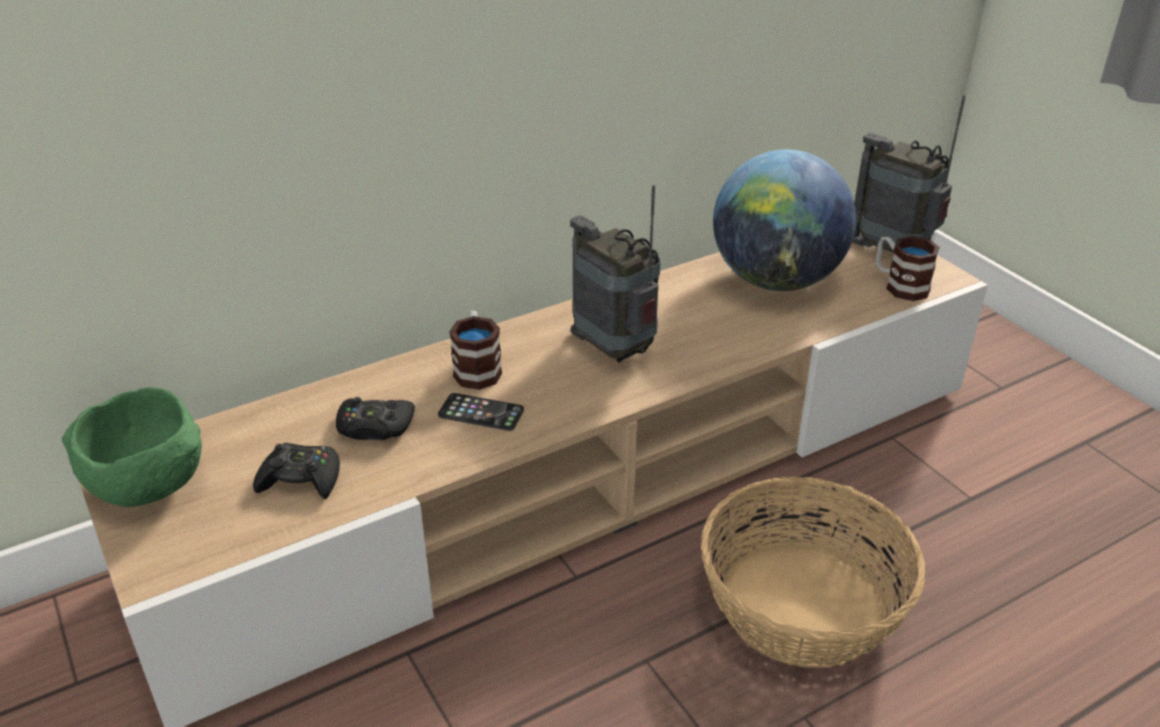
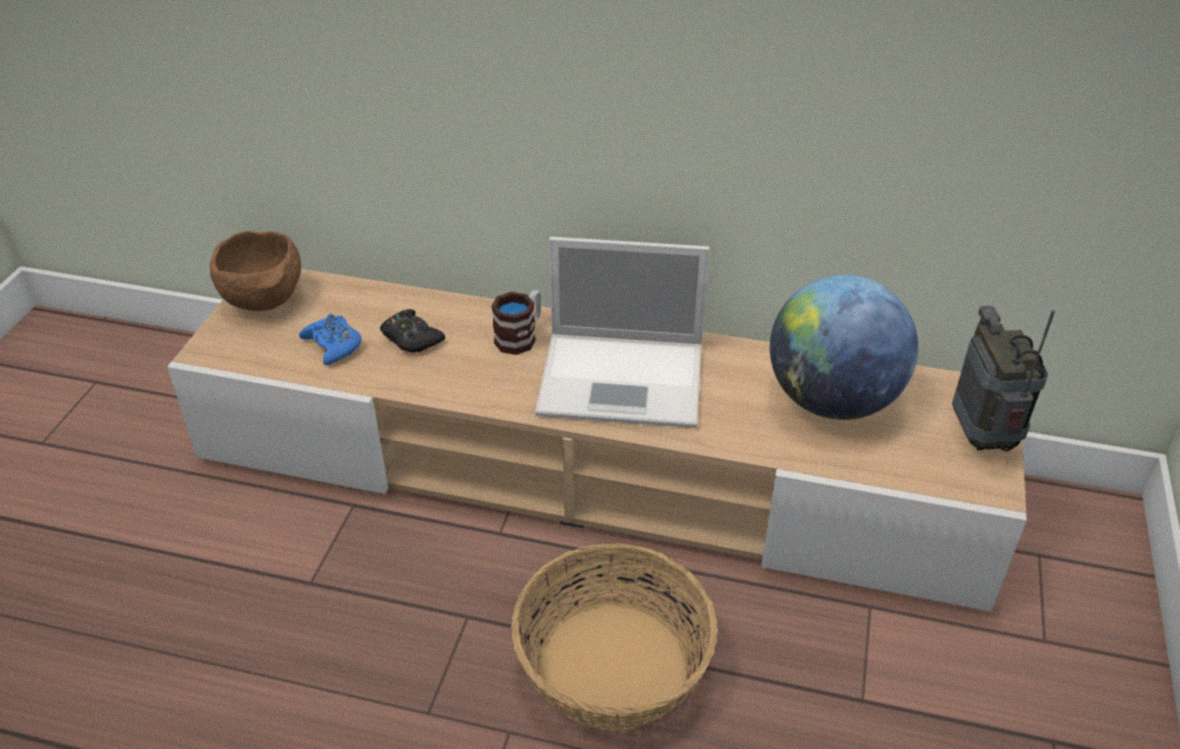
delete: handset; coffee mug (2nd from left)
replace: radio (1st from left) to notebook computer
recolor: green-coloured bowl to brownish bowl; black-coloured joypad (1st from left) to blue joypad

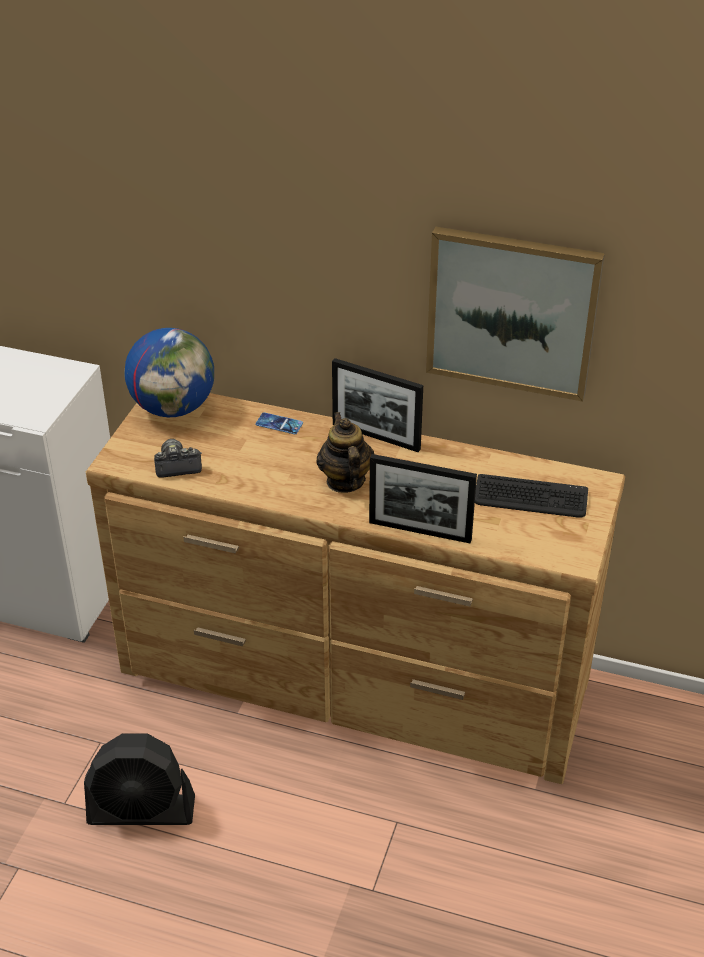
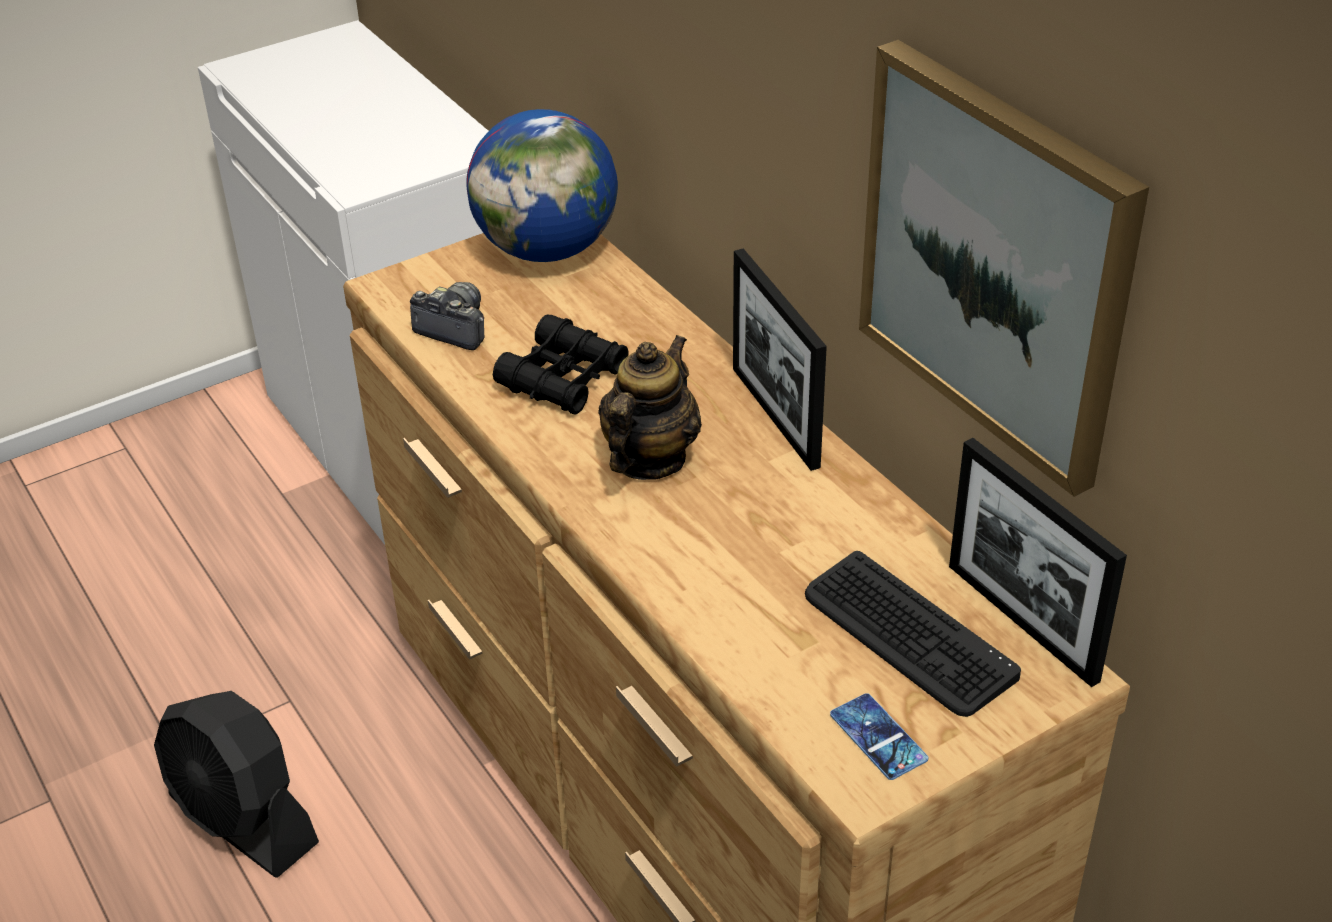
insert: black-coloured field glasses
move: handset; standing frame (2nd from left)

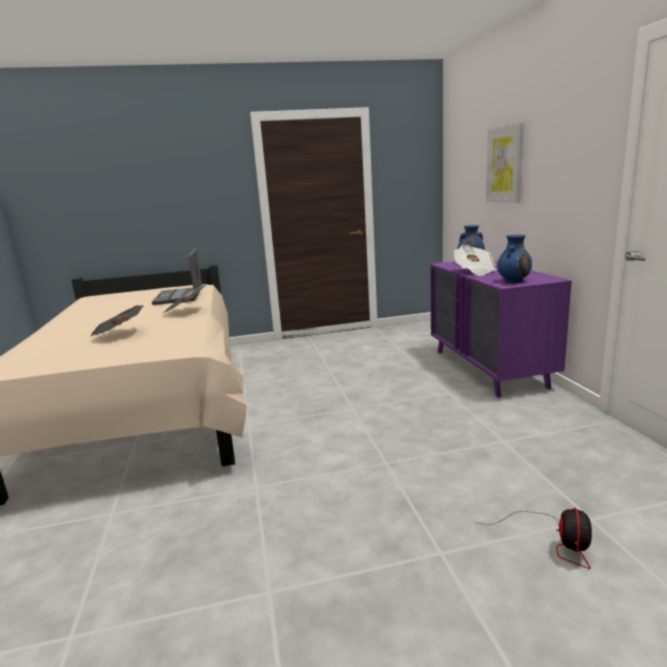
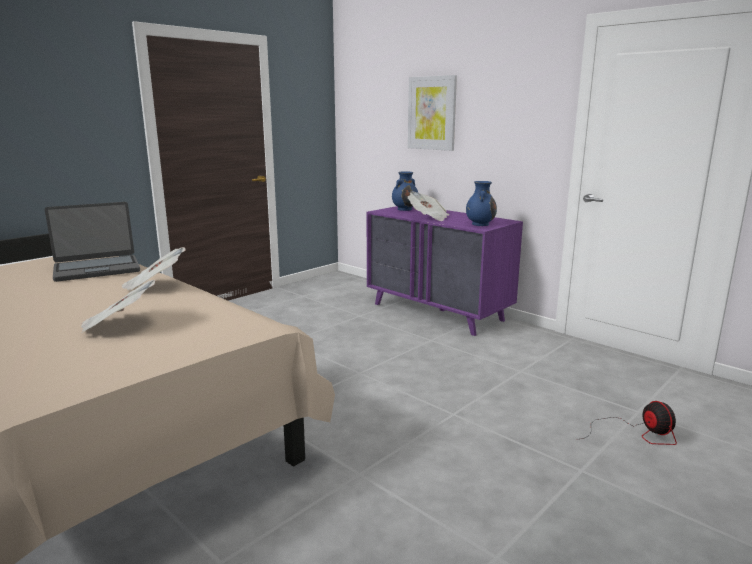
rotate: notebook computer 75 degrees counterclockwise

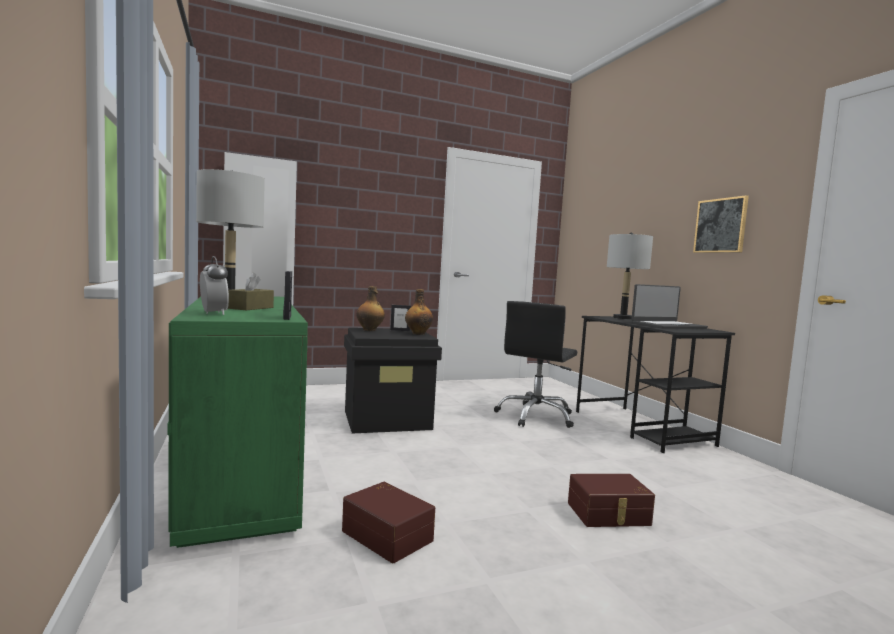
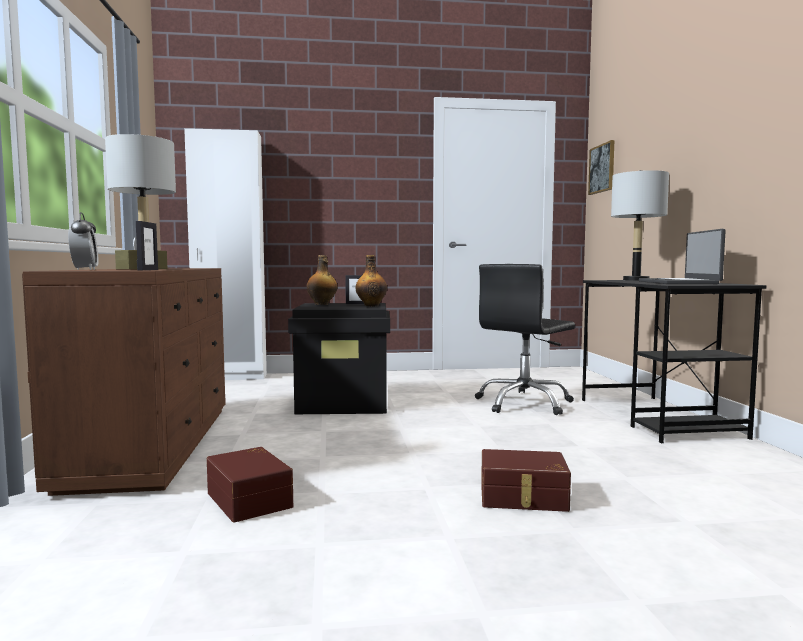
move: wall art
recolor: green-coloured dresser to brownish dresser
rotate: notebook computer 105 degrees clockwise

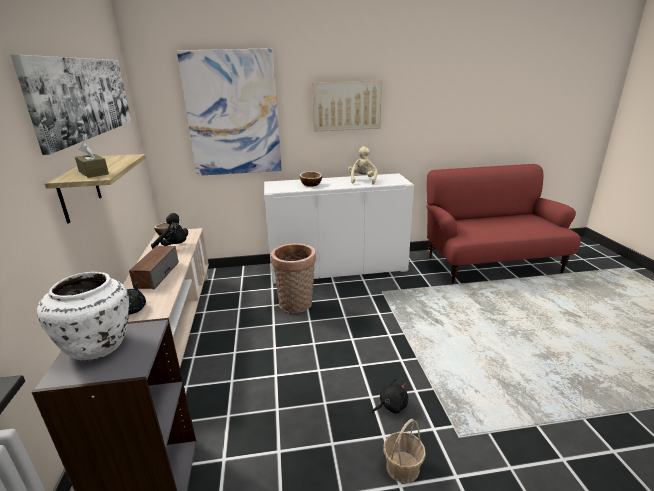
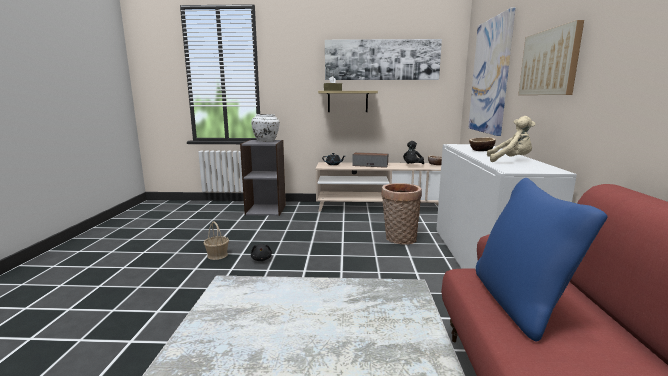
insert: blue cushion

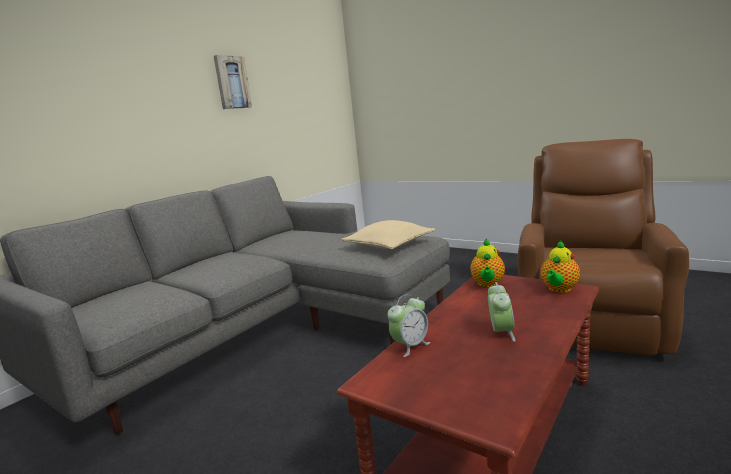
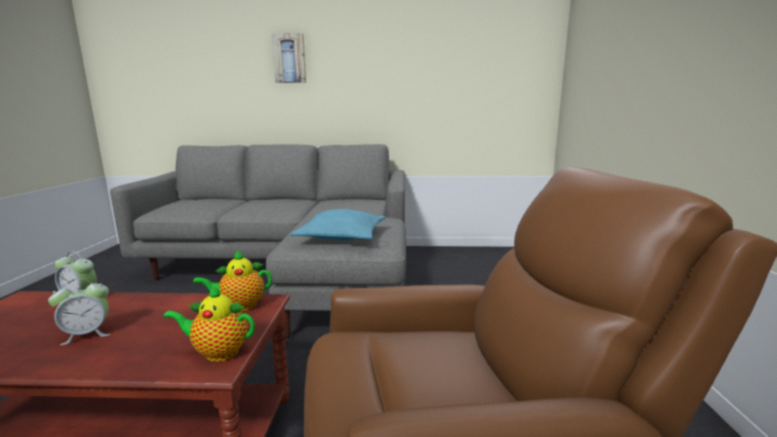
move: wall art
recolor: sand-coloured cushion to turquoise-coloured cushion

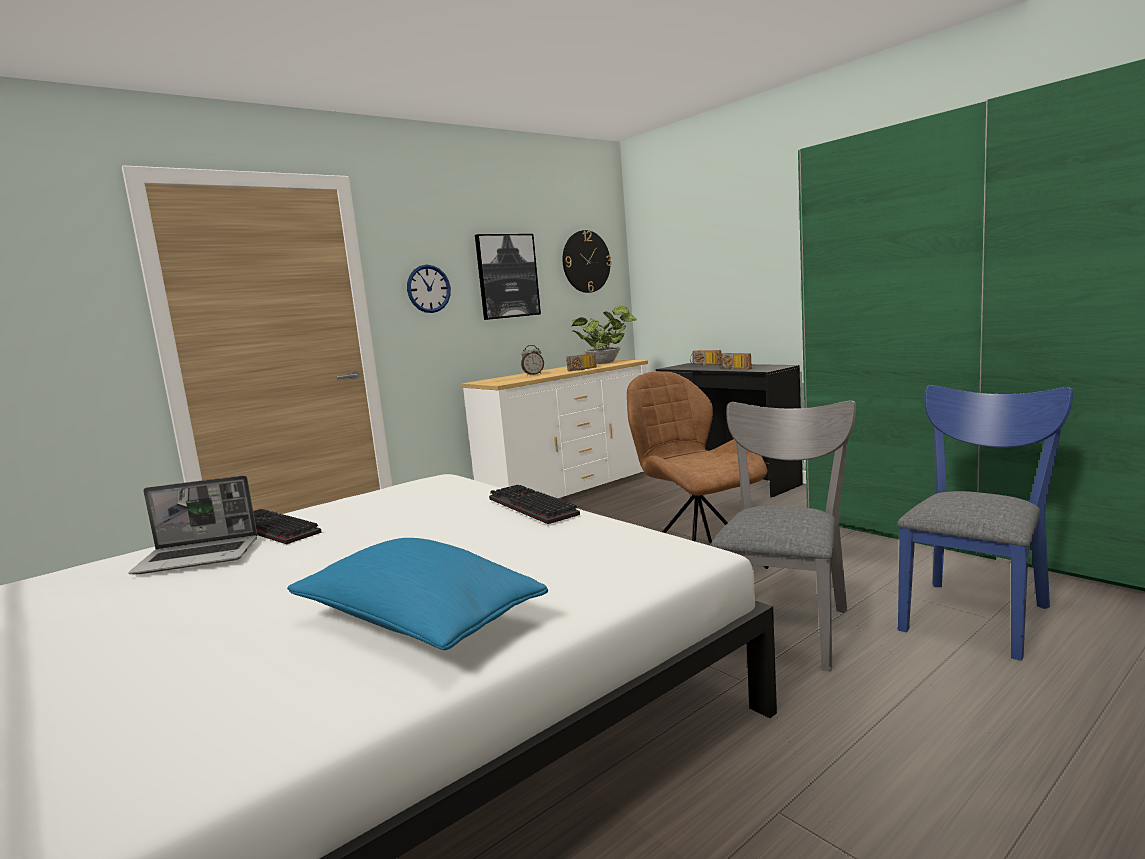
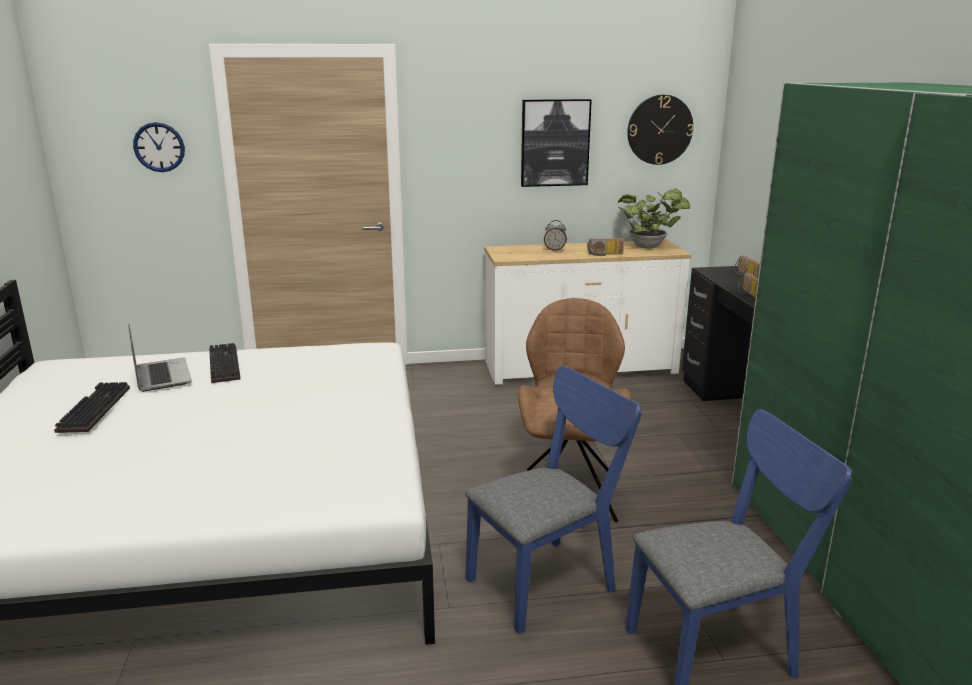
delete: blue cushion
move: wall clock (1st from left); keyboard (2nd from left in the first image) to keyboard (1st from left)
recolor: greyish plain chair to blue plain chair (1st from left)
rotate: notebook computer 135 degrees counterclockwise

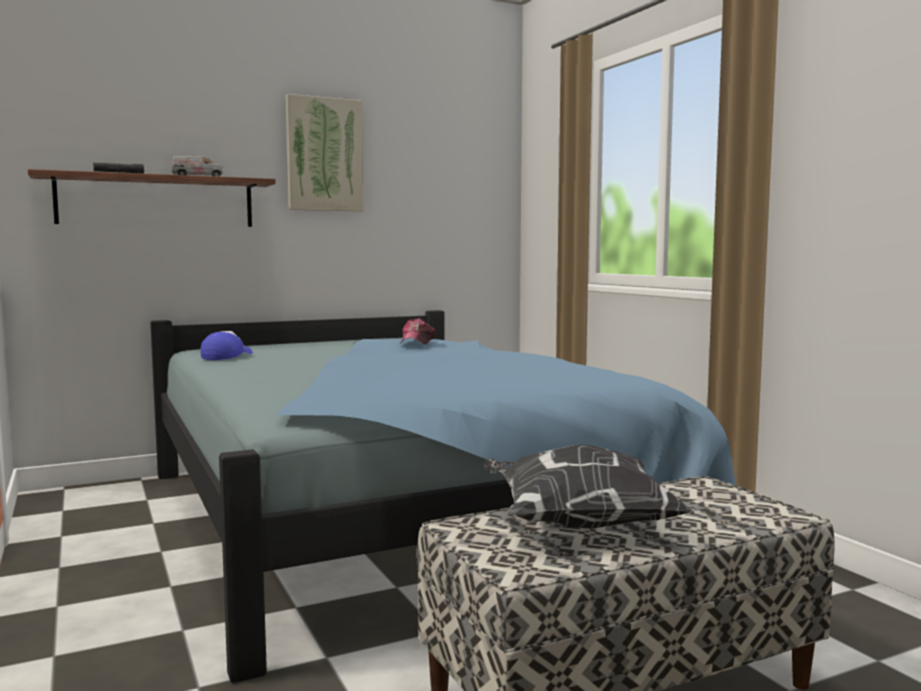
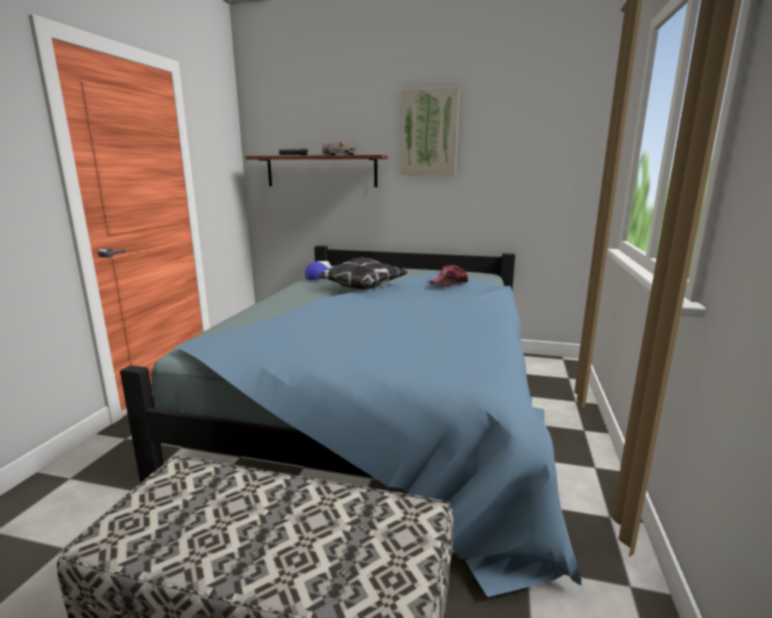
move: cushion

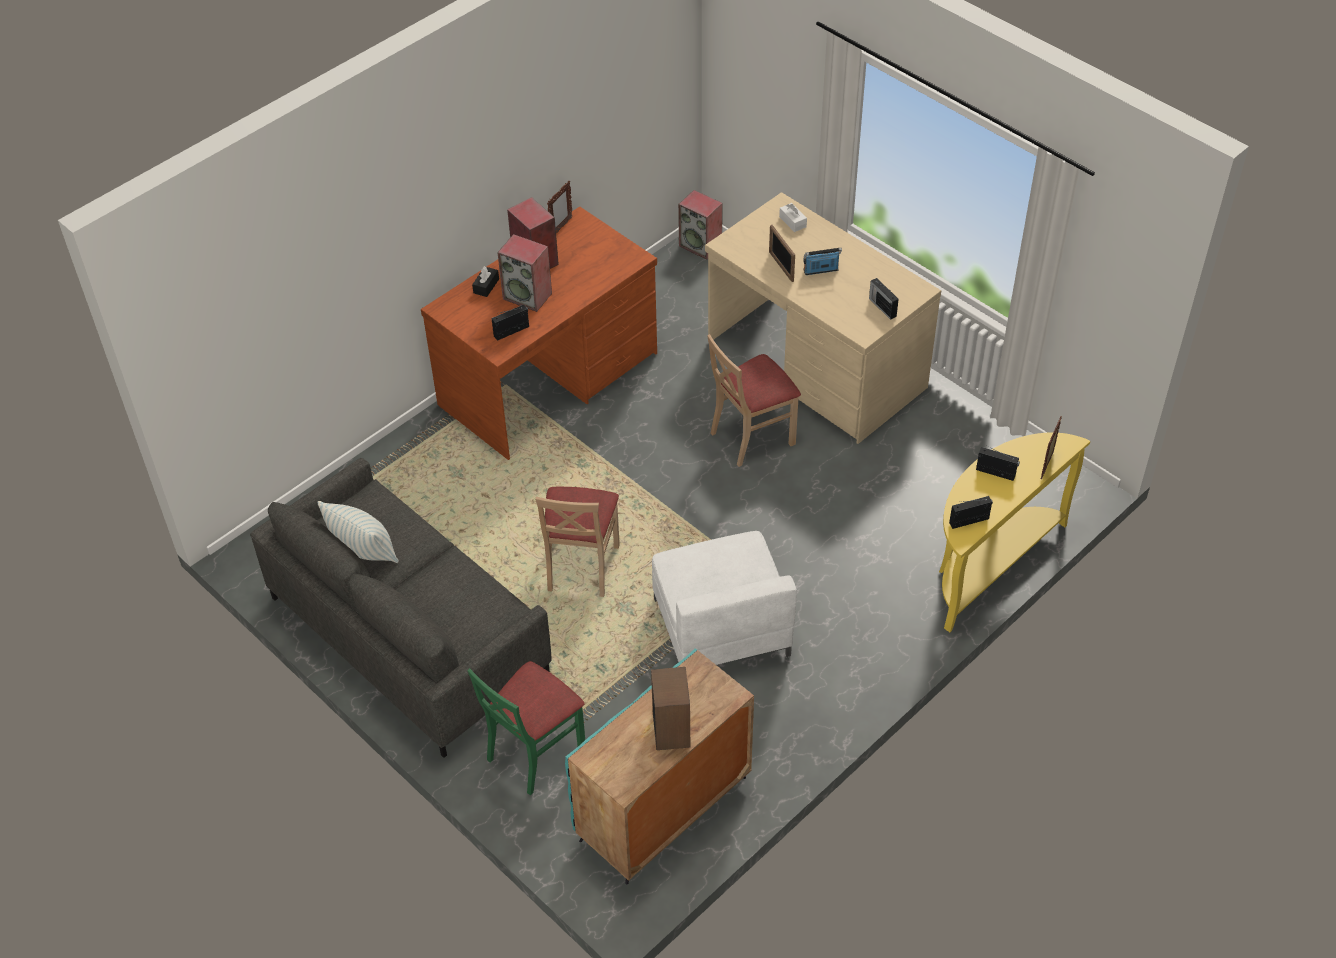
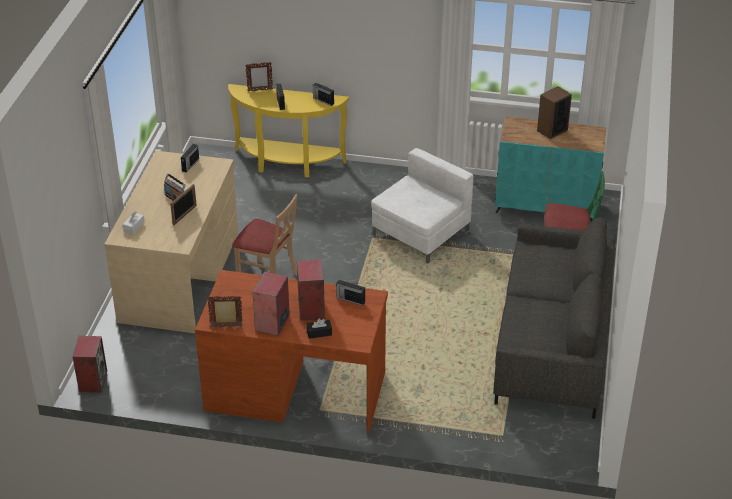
delete: cushion; sand-coloured plain chair (1st from left)

